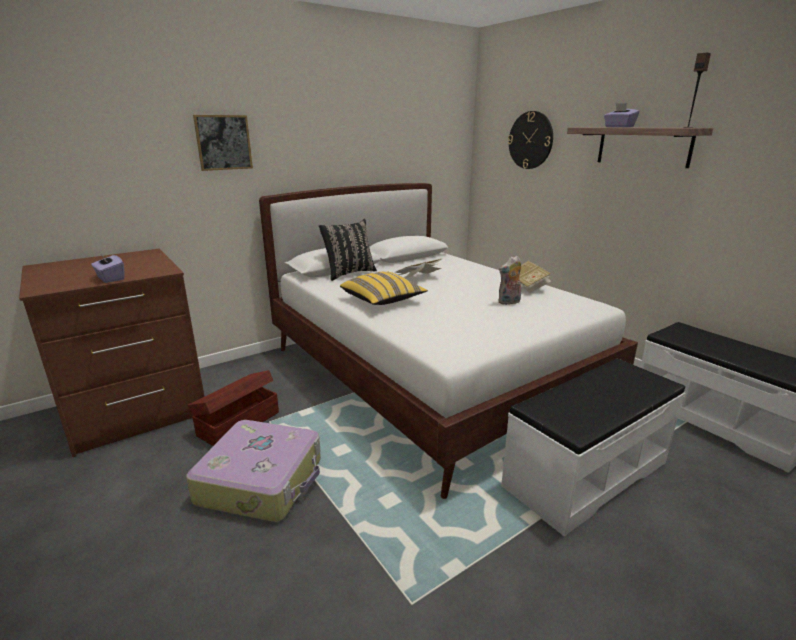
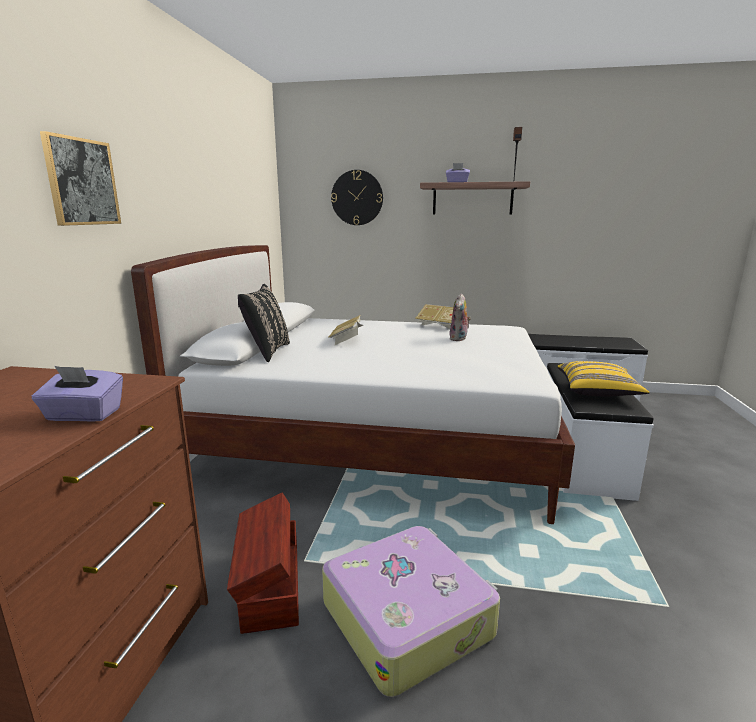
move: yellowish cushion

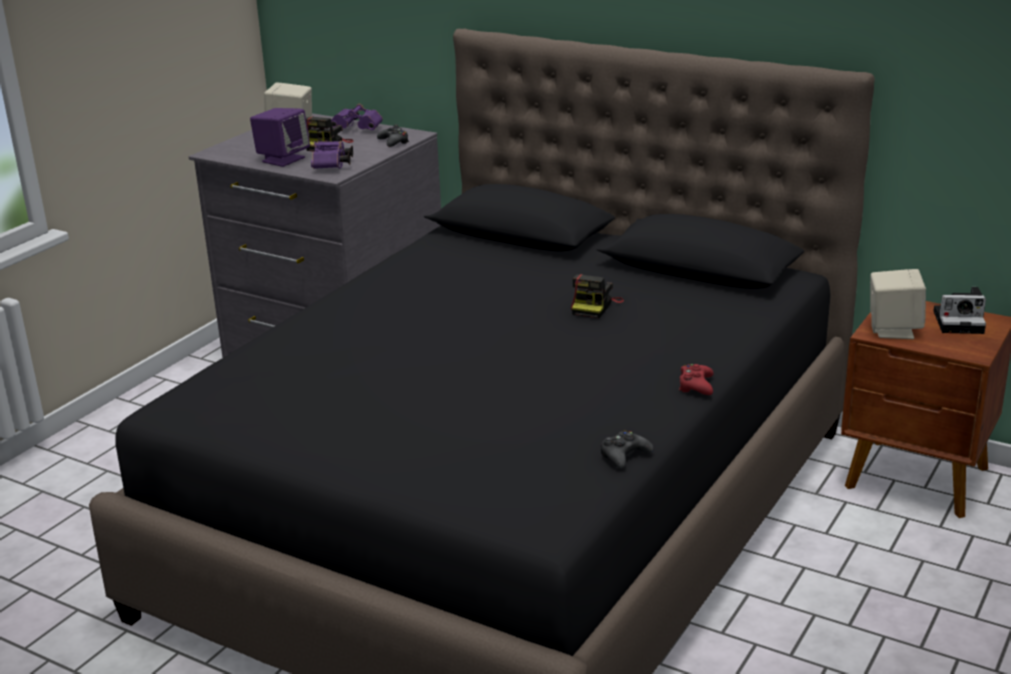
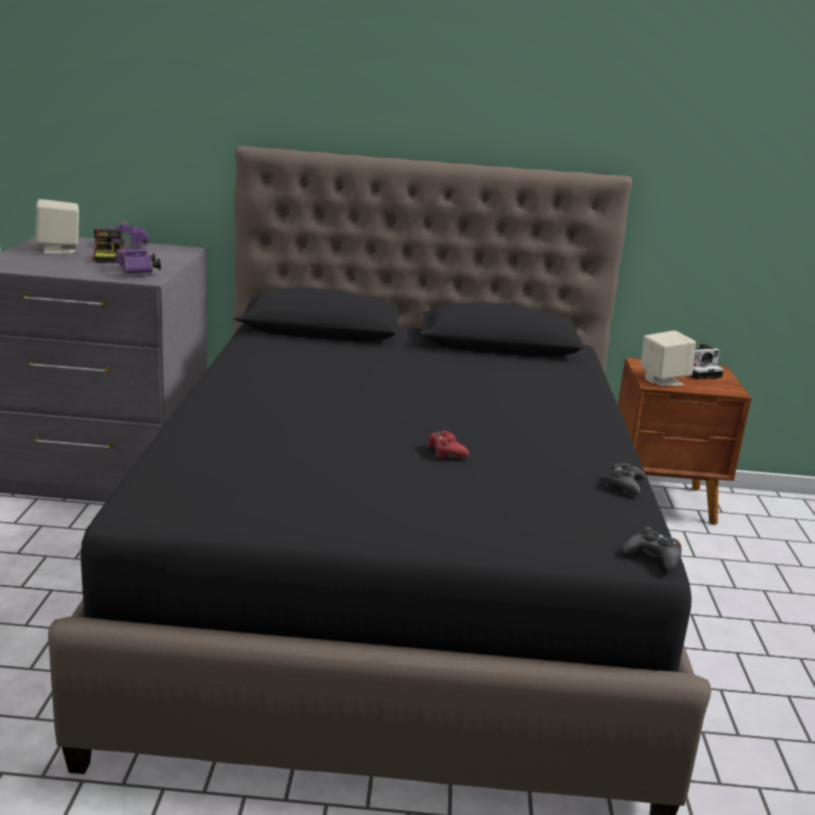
delete: purple speaker; photo camera (2nd from left)
move: black-coloured joypad (1st from left in the first image) to black-coloured joypad (2nd from left); red-coloured joypad

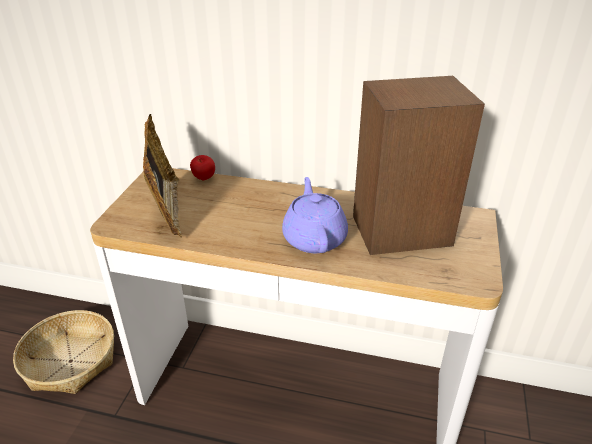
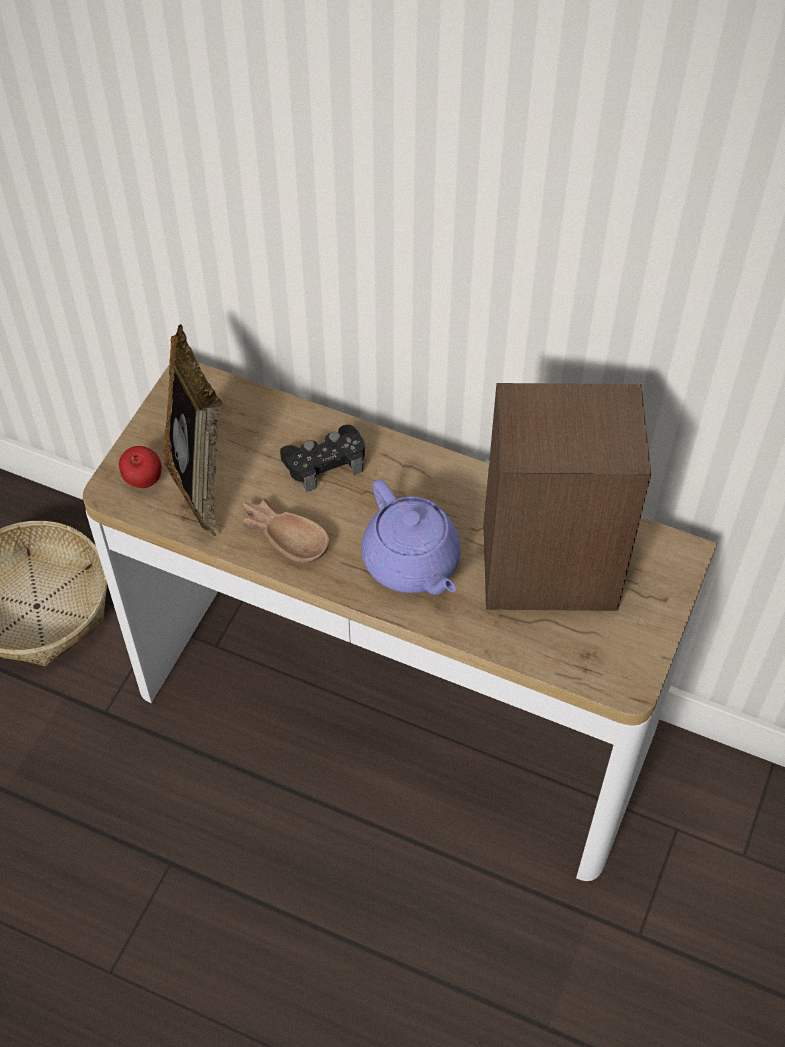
insert: brownish bowl; black-coloured joypad
move: apple fruit
rotate: purple teapot 150 degrees clockwise

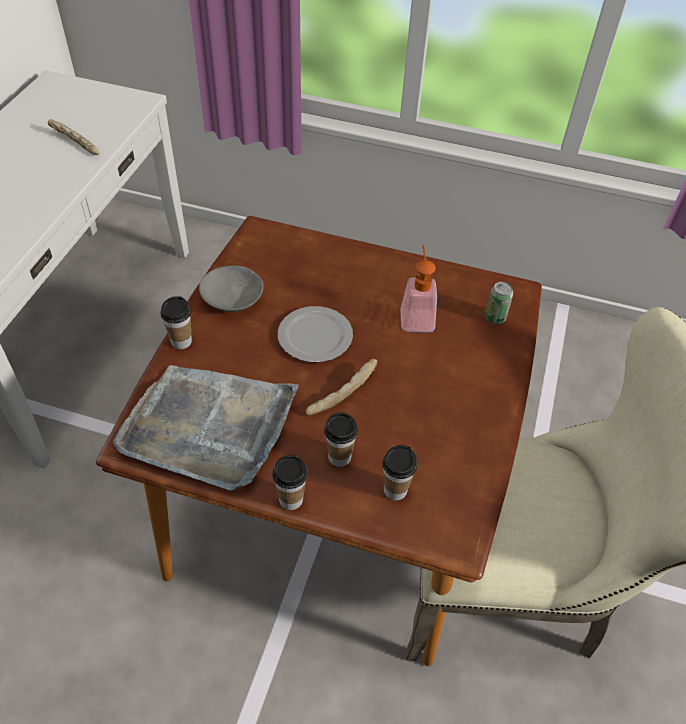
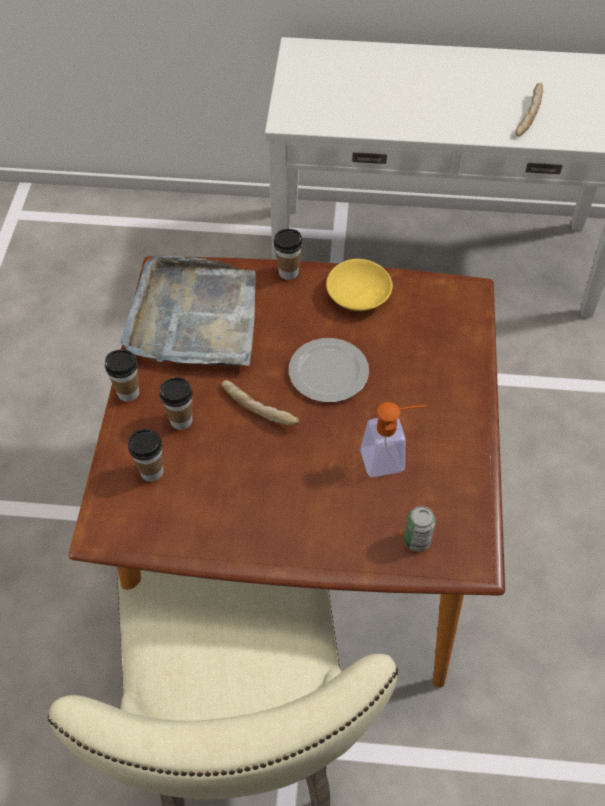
recolor: greyish bowl to yellowish bowl

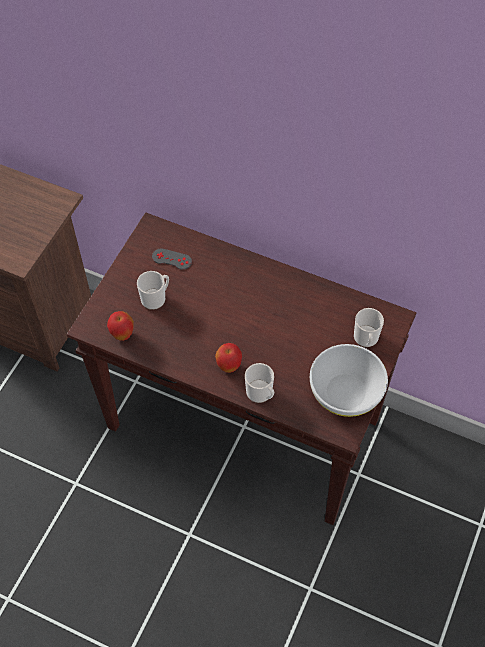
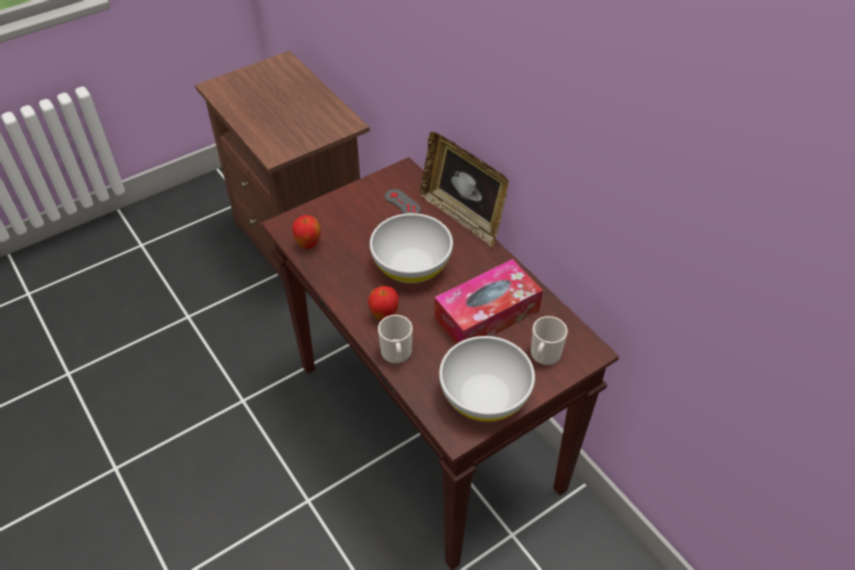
delete: coffee mug (1st from left)
insert: white-coloured bowl (1st from left); standing frame; tissue box

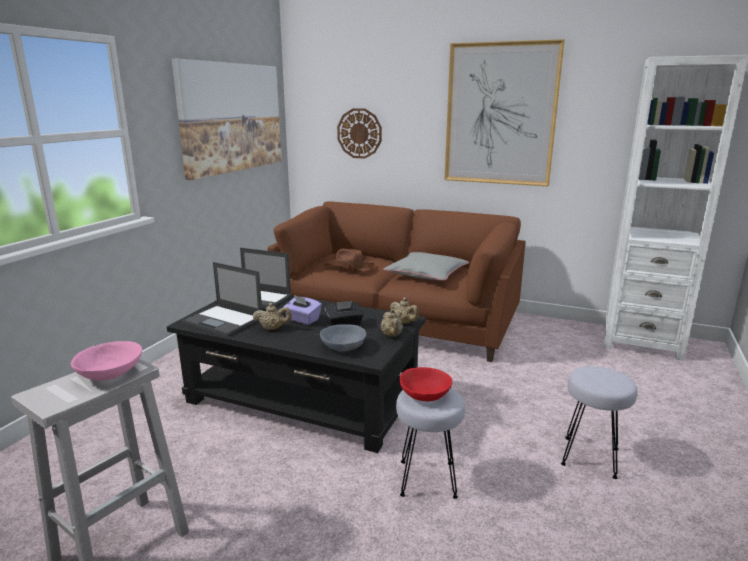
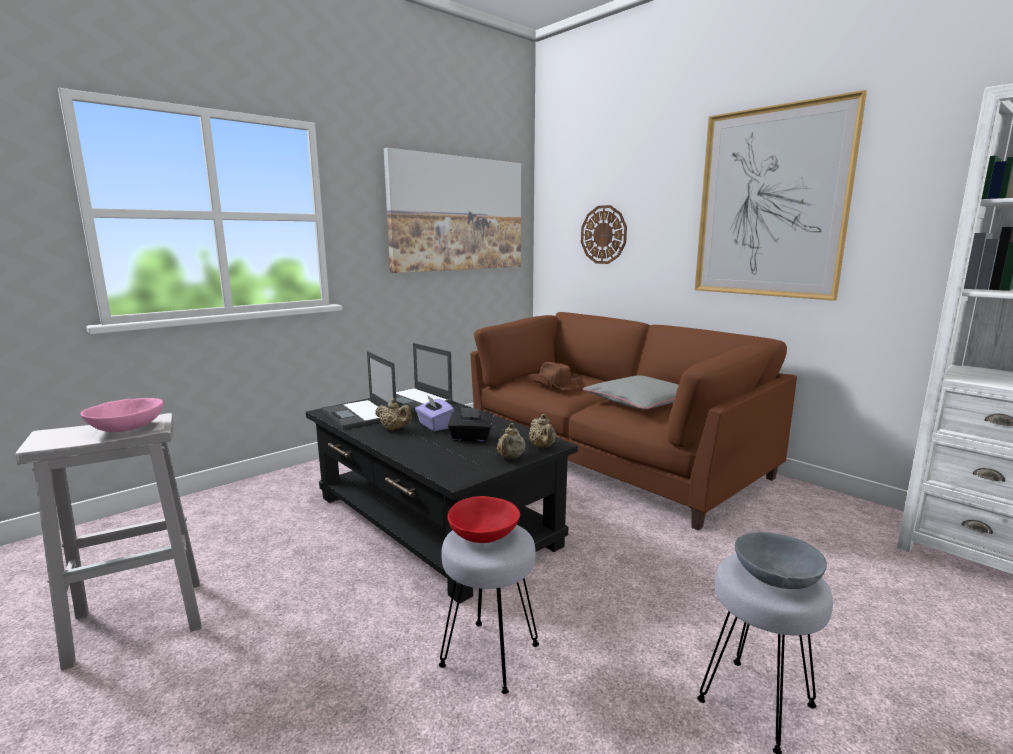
move: greyish bowl

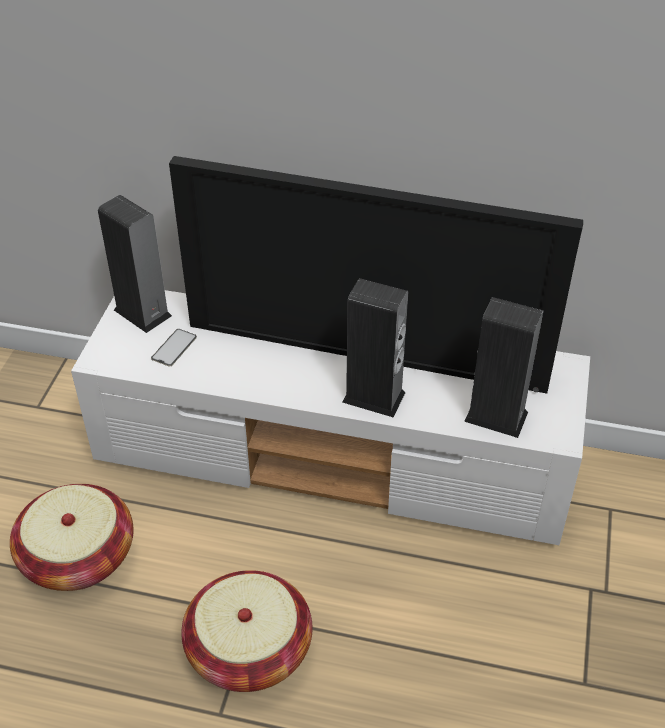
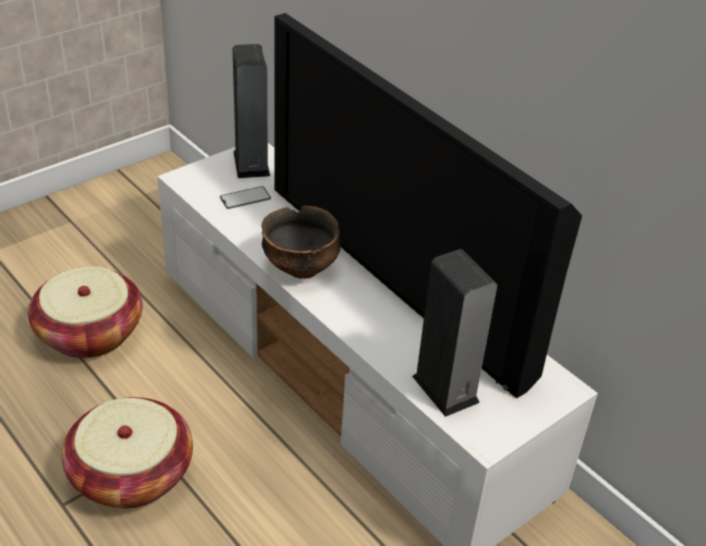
delete: speaker (2nd from left)
insert: bowl

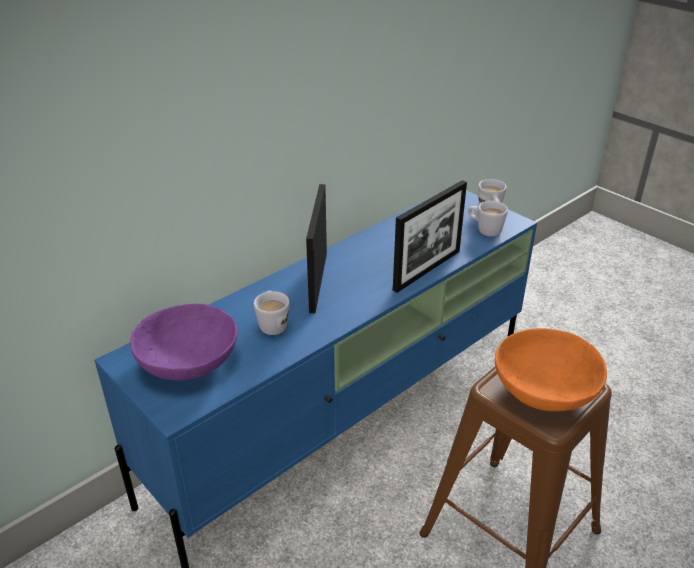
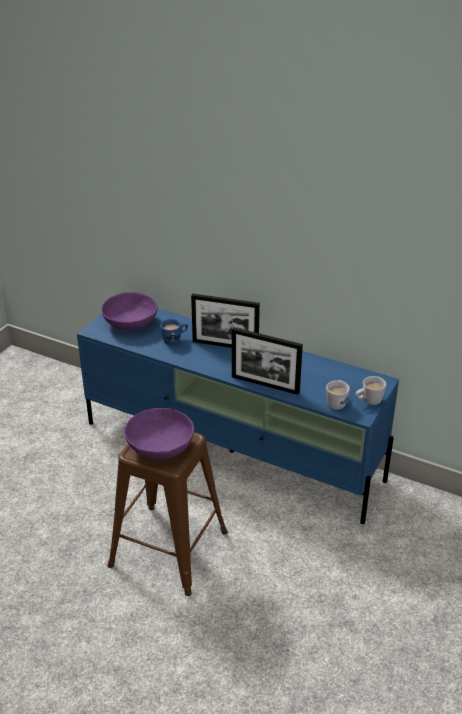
recolor: white-coloured coffee mug (1st from left) to blue coffee mug; orangey bowl to purple bowl (2nd from left)
rotate: standing frame (1st from left) 150 degrees counterclockwise

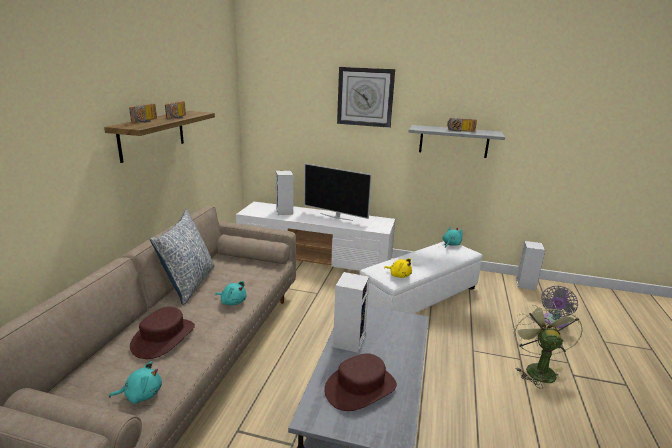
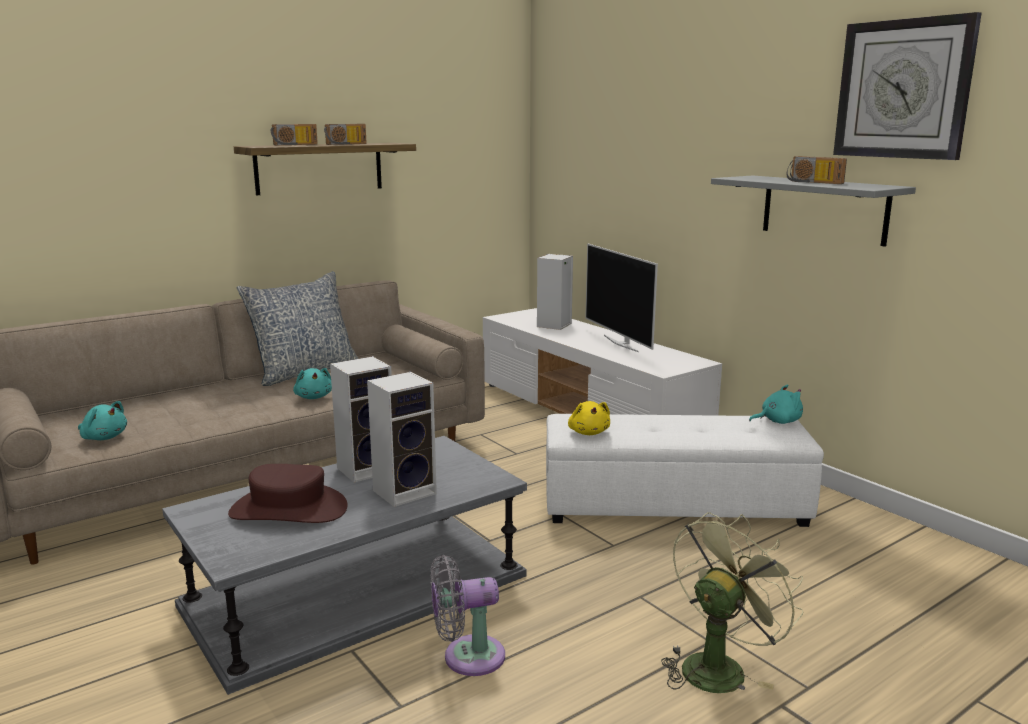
delete: brownish wearable hat (1st from left)
move: wall clock; speaker (3rd from left in the first image) to speaker (2nd from left); greyish cooling fan

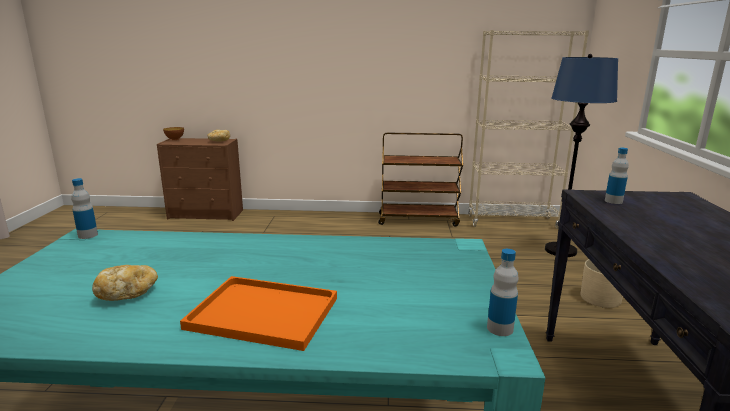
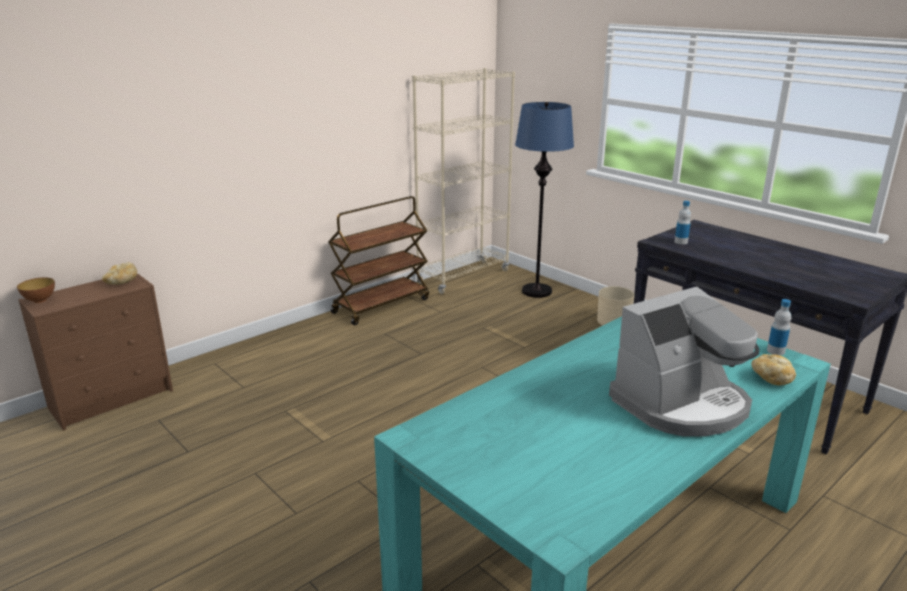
delete: beverage bottle (1st from left)
move: baked bread (1st from left in the first image) to baked bread (2nd from left)
replace: orangey tray to coffee brewer

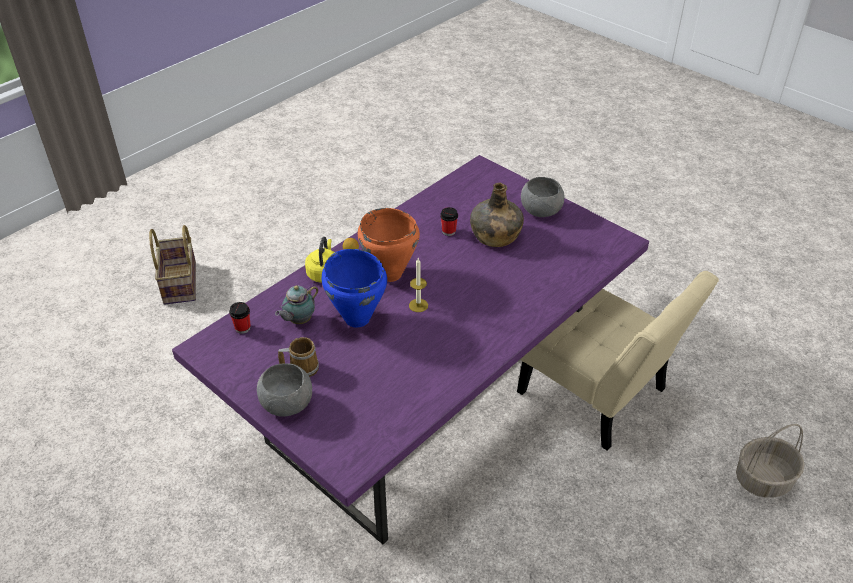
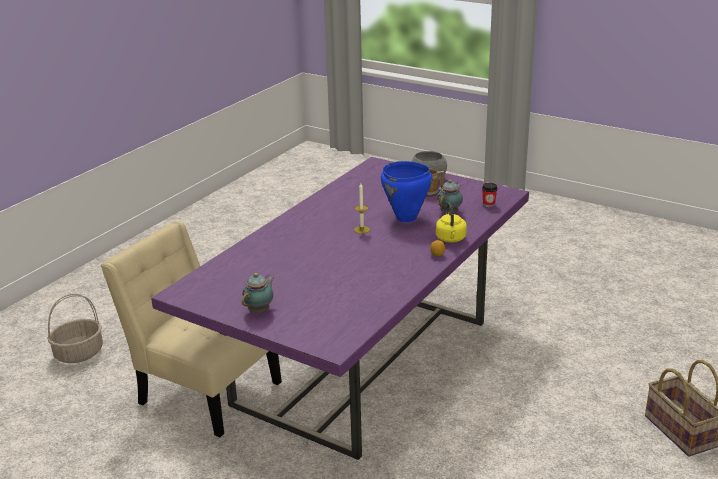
delete: orangey stockpot; cup (2nd from left); green-coloured beverage bottle
replace: greyish bowl (2nd from left) to teapot (1st from left)

